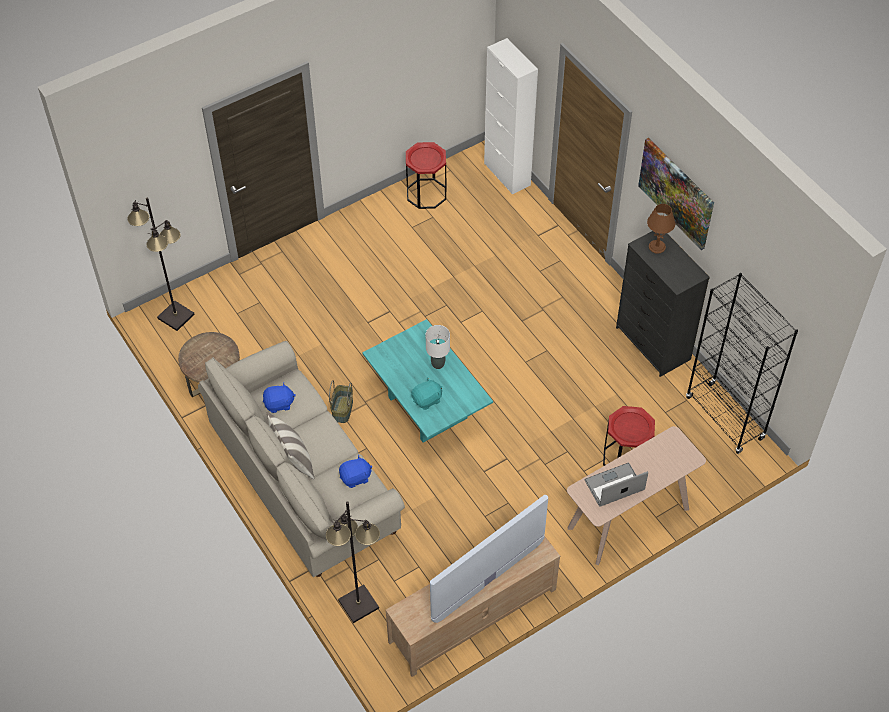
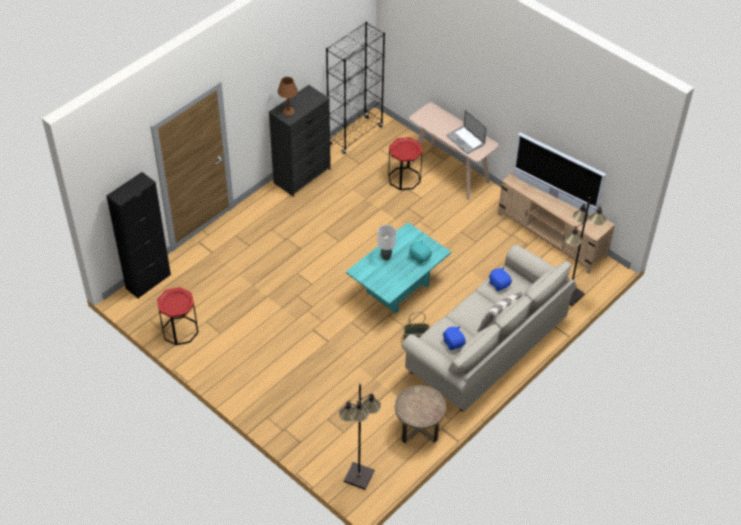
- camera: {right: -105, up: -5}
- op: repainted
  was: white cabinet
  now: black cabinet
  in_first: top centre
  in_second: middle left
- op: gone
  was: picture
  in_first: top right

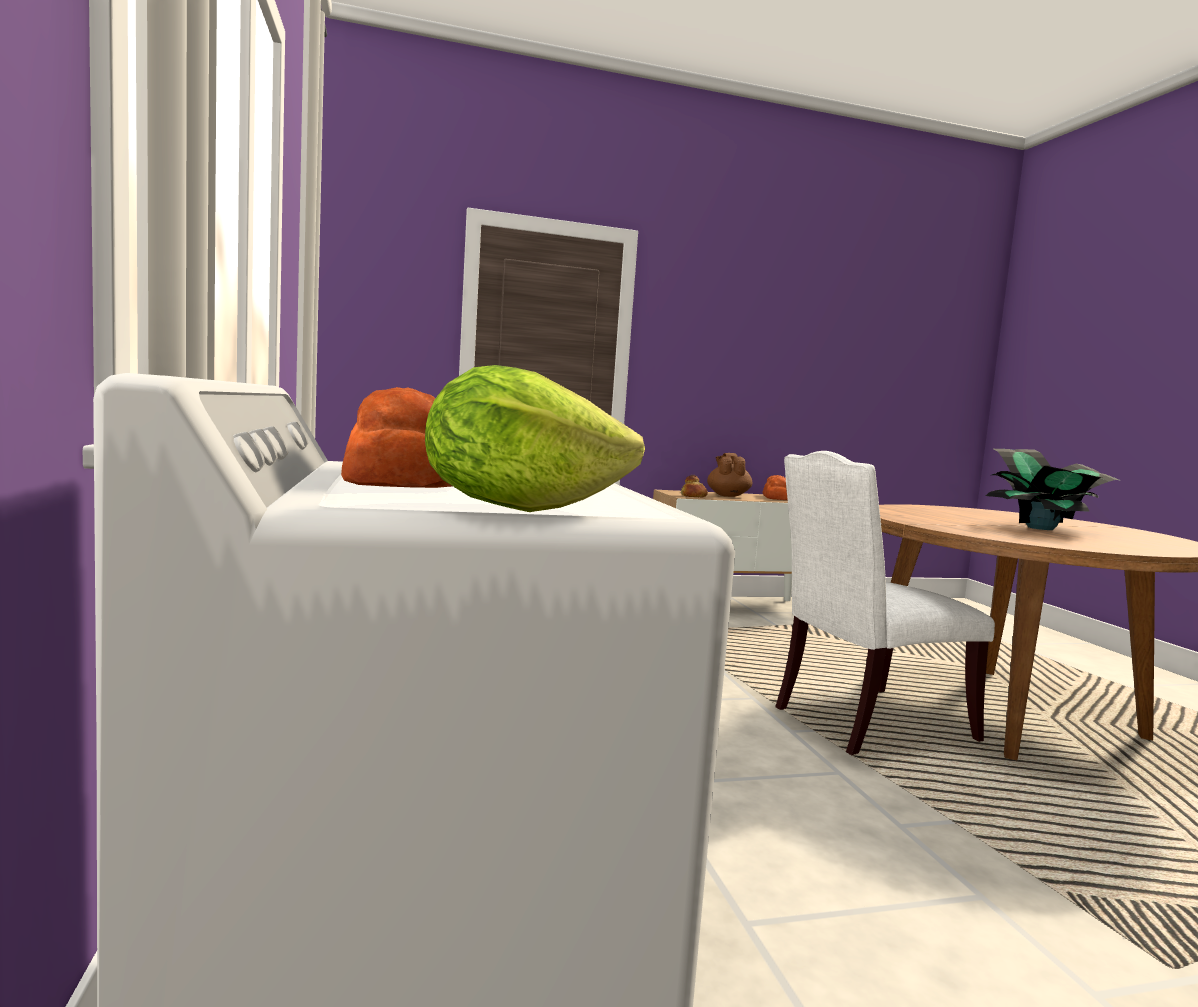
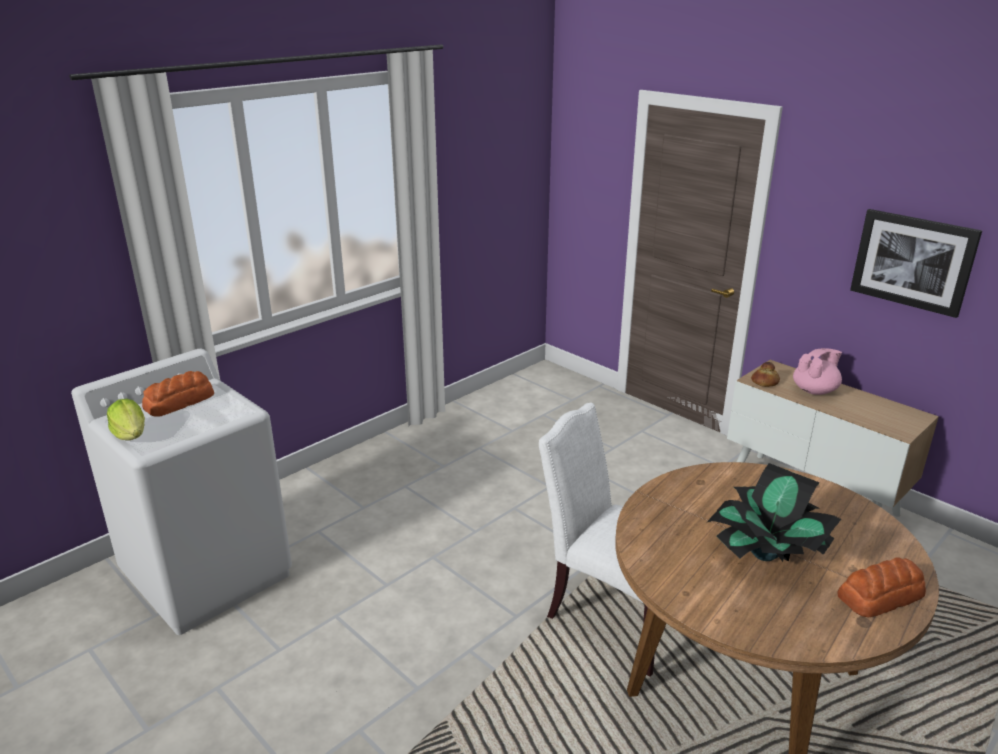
- camera: {right: 60, up: 20}
- op: repainted
  was: brown teapot
  now: pink teapot
  in_first: centre
  in_second: middle right
- op: shifted
  was: bread (no. 3 from left)
  in_first: centre
  in_second: bottom right
- op: new
  now: picture
  in_second: middle right

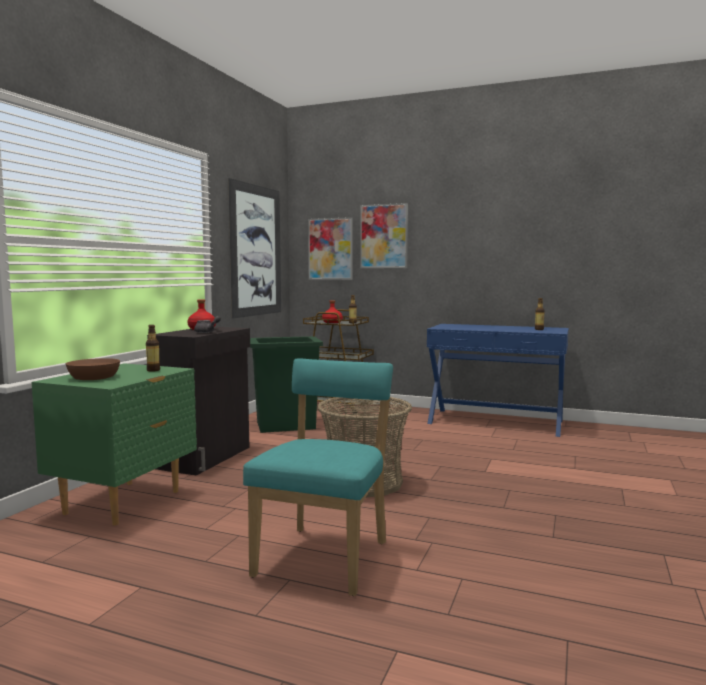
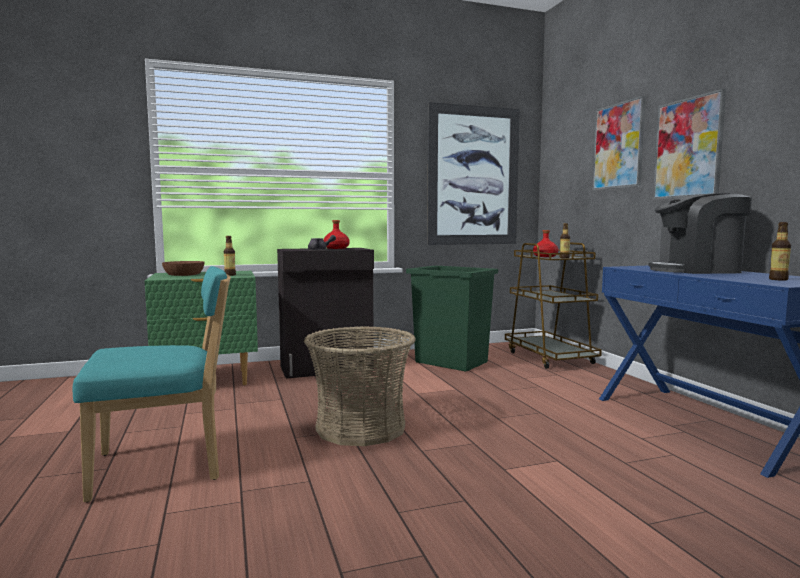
- camera: {right: 50, up: 0}
- op: new
  now: coffee machine
  in_second: middle right
- op: shifted
  was: picture (no. 2 from left in the first image)
  now: picture (no. 3 from left)
  in_first: centre
  in_second: top right

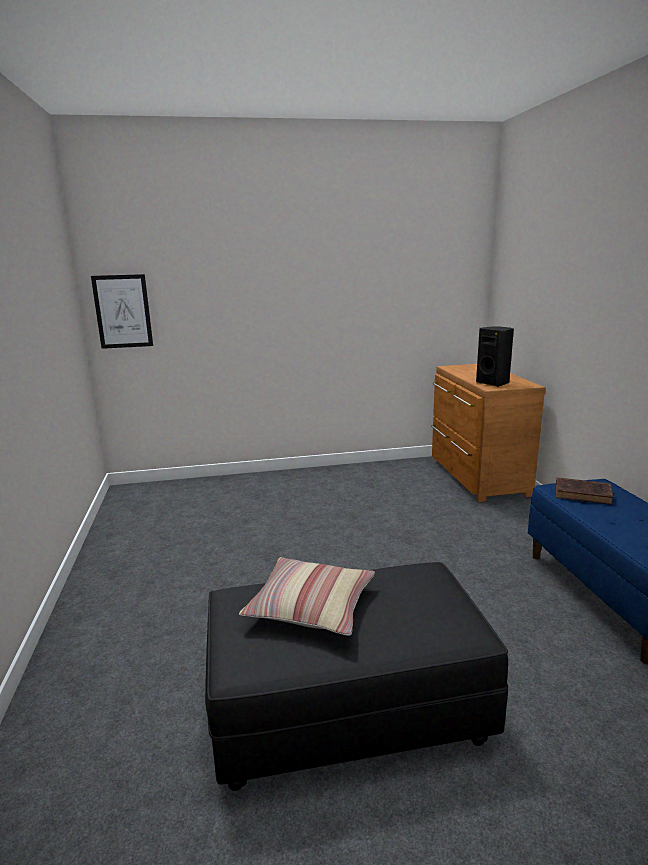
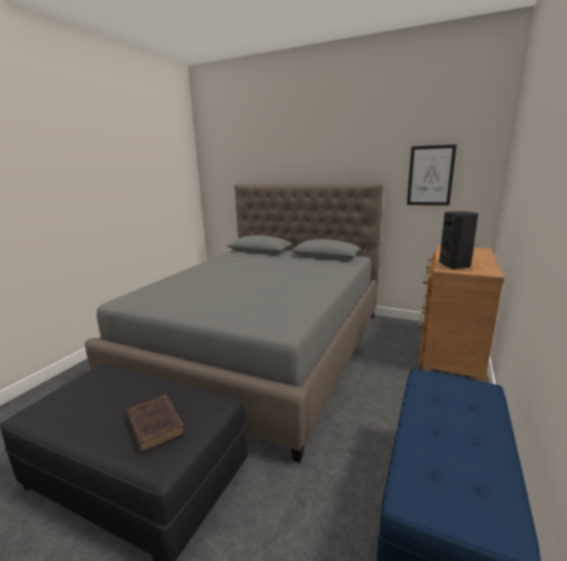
- camera: {right: 35, up: 0}
- op: new
  now: grey bed
  in_second: centre
- op: shifted
  was: brown book
  in_first: middle right
  in_second: bottom left
- op: shifted
  was: picture
  in_first: middle left
  in_second: top right
- op: gone
  was: pillow
  in_first: bottom centre

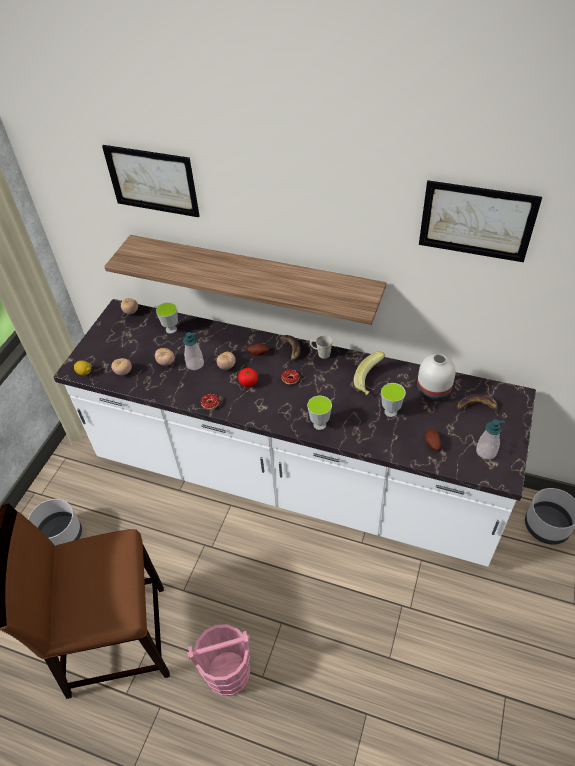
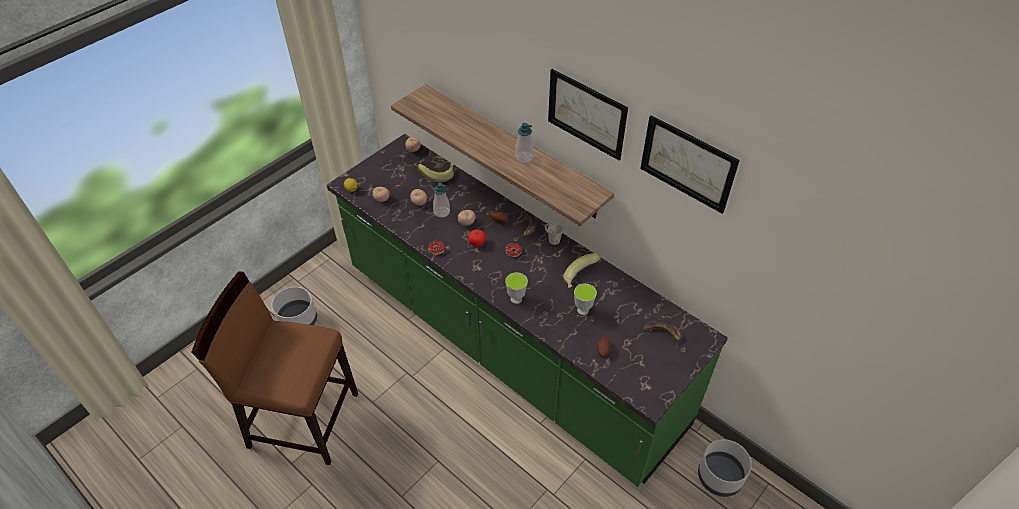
- camera: {right: 20, up: 0}
- op: repainted
  was: white counter
  now: green counter
  in_first: centre
  in_second: centre
- op: swapped
  was: cup (no. 1 from left)
  now: banana (no. 1 from left)
  in_first: middle left
  in_second: centre
- op: shifted
  was: soap dispenser (no. 2 from left)
  in_first: middle right
  in_second: top centre
- op: shifted
  was: picture (no. 1 from left)
  in_first: top left
  in_second: top centre
- op: gone
  was: pink bucket
  in_first: bottom centre
- op: gone
  was: white vase
  in_first: middle right

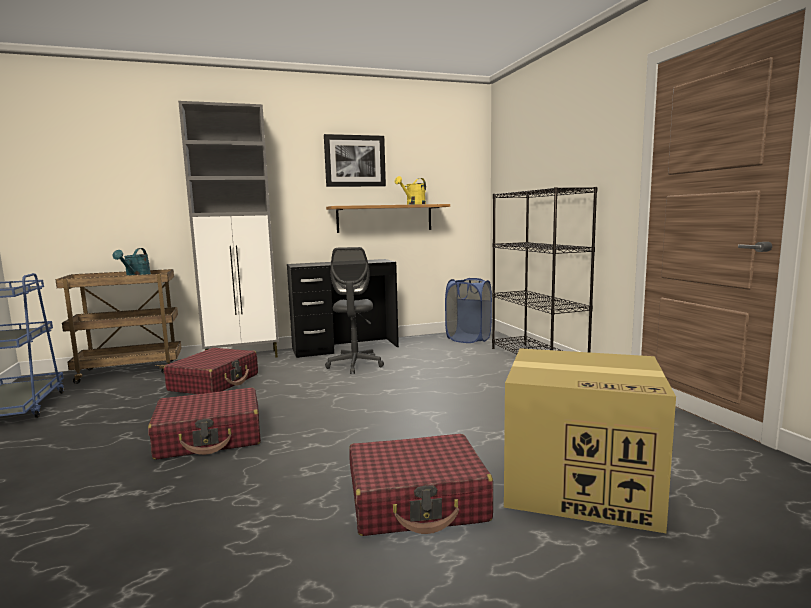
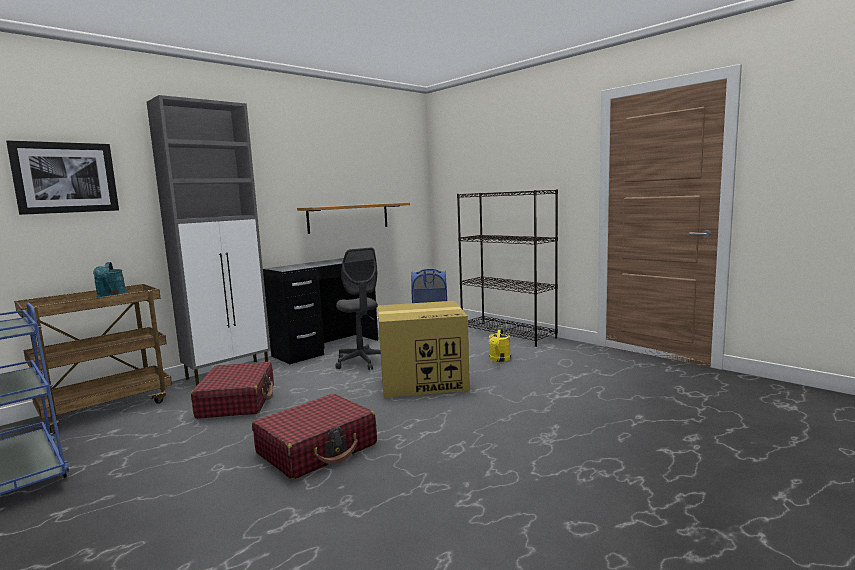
- camera: {right: -25, up: 0}
- op: shifted
  was: picture
  in_first: top centre
  in_second: top left
- op: shifted
  was: cardboard box
  in_first: bottom right
  in_second: centre
- op: shifted
  was: yellow watering can
  in_first: top centre
  in_second: centre
- op: gone
  was: red suitcase (no. 3 from left)
  in_first: bottom centre

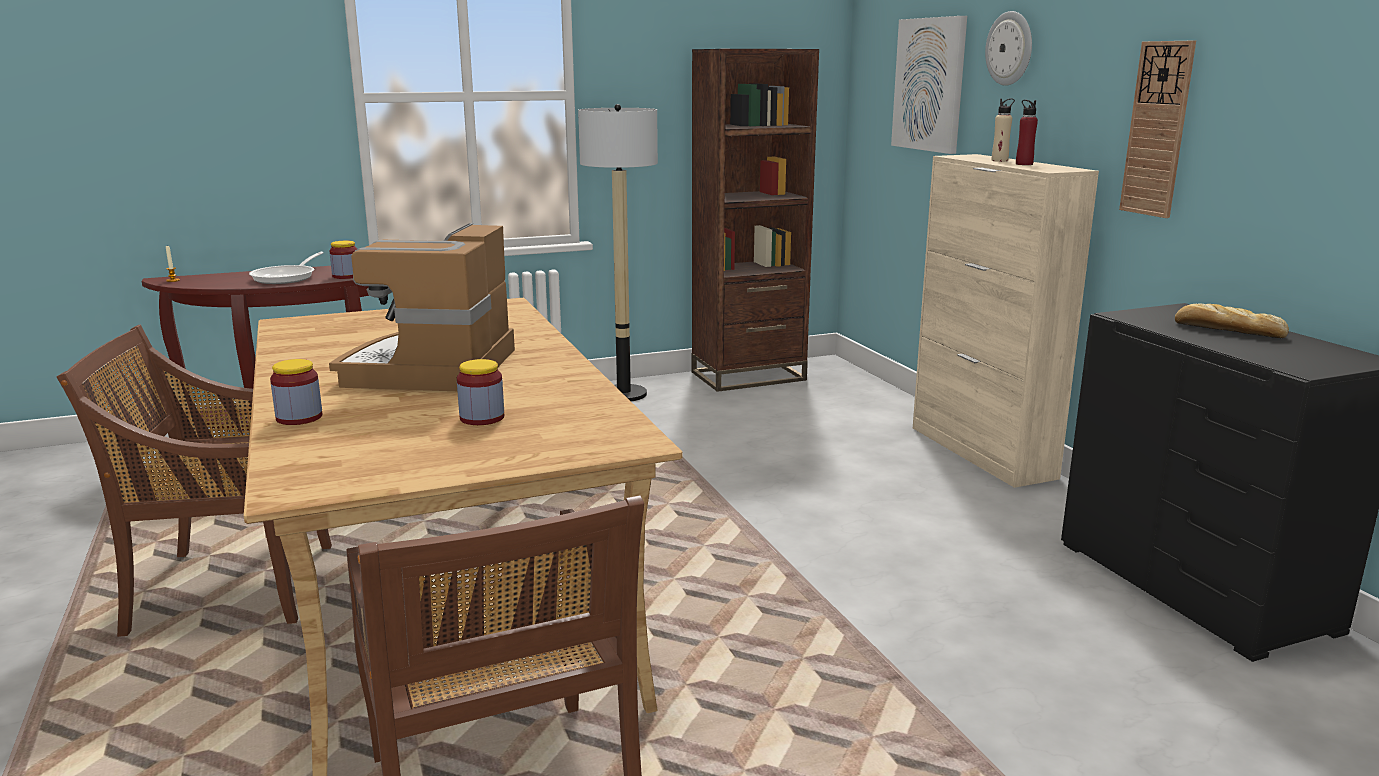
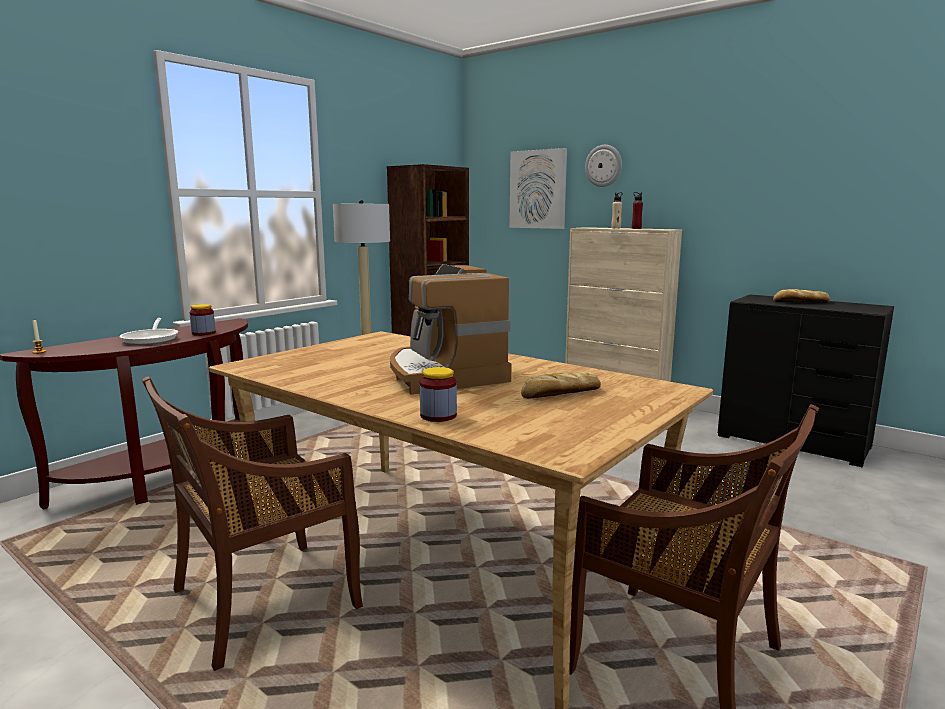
- camera: {right: -30, up: -5}
- op: swapped
  was: jar (no. 3 from left)
  now: bread (no. 1 from left)
  in_first: centre
  in_second: centre
- op: gone
  was: wall clock (no. 2 from left)
  in_first: top right

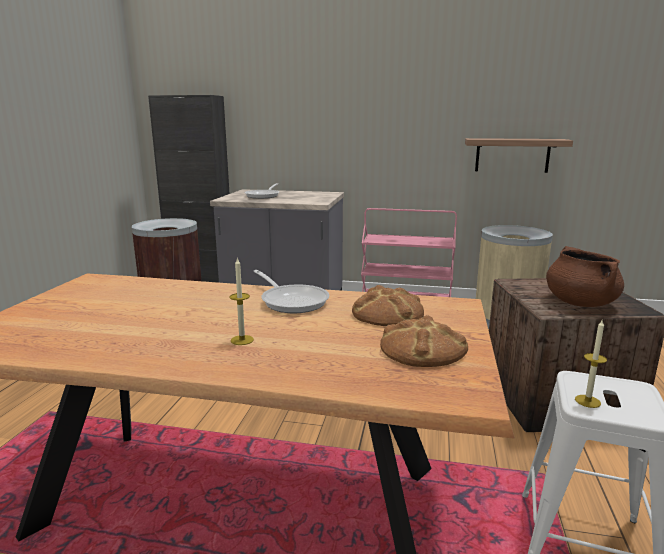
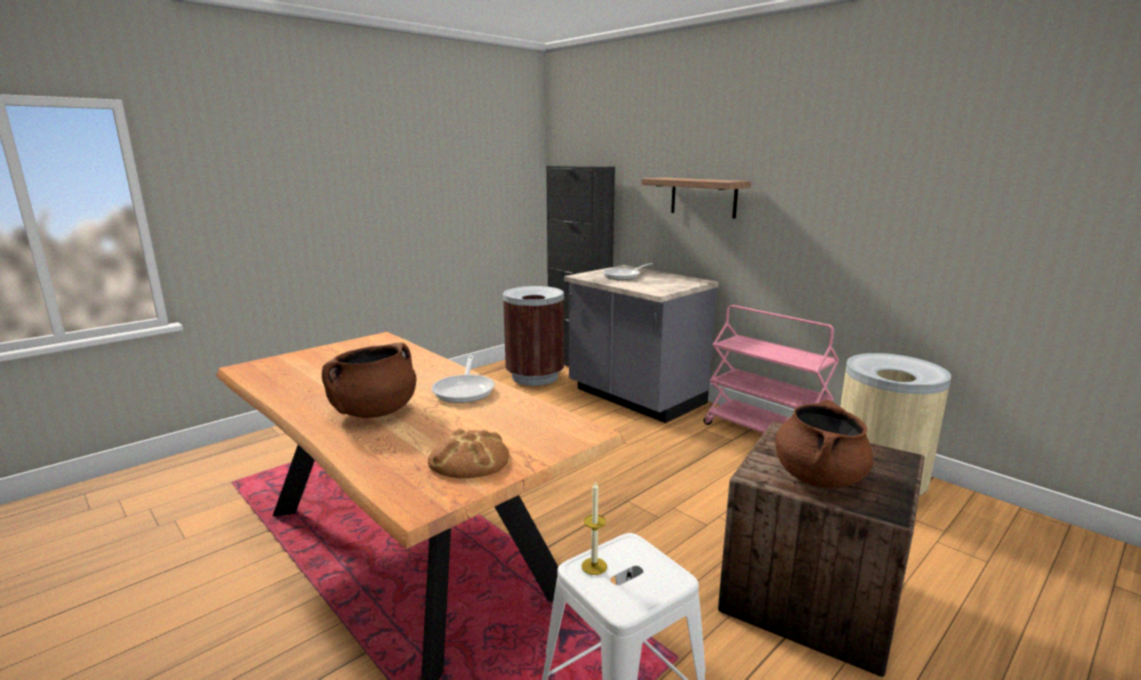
- camera: {right: 35, up: 0}
- op: swapped
  was: candle (no. 1 from left)
  now: brown cooking pot (no. 1 from left)
  in_first: centre
  in_second: middle left
- op: shifted
  was: shelf
  in_first: top right
  in_second: top centre
- op: gone
  was: bread (no. 1 from left)
  in_first: centre

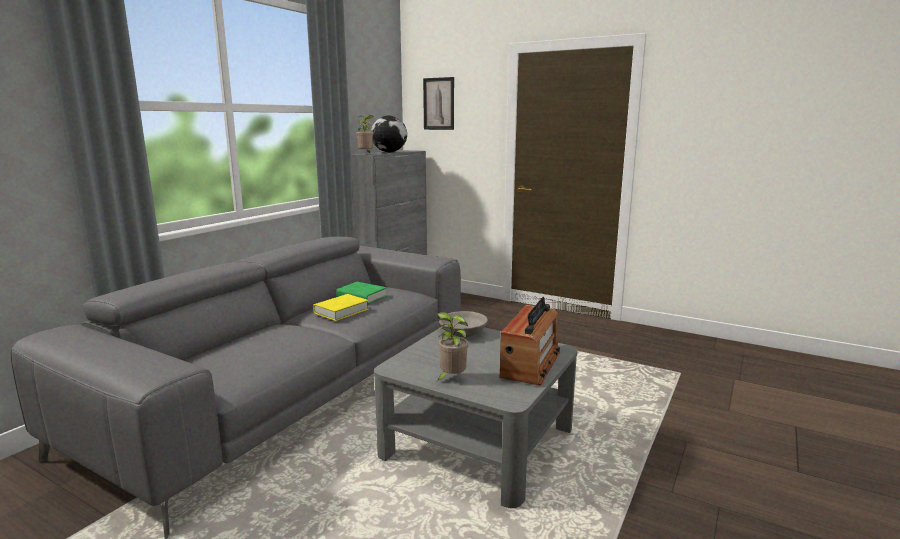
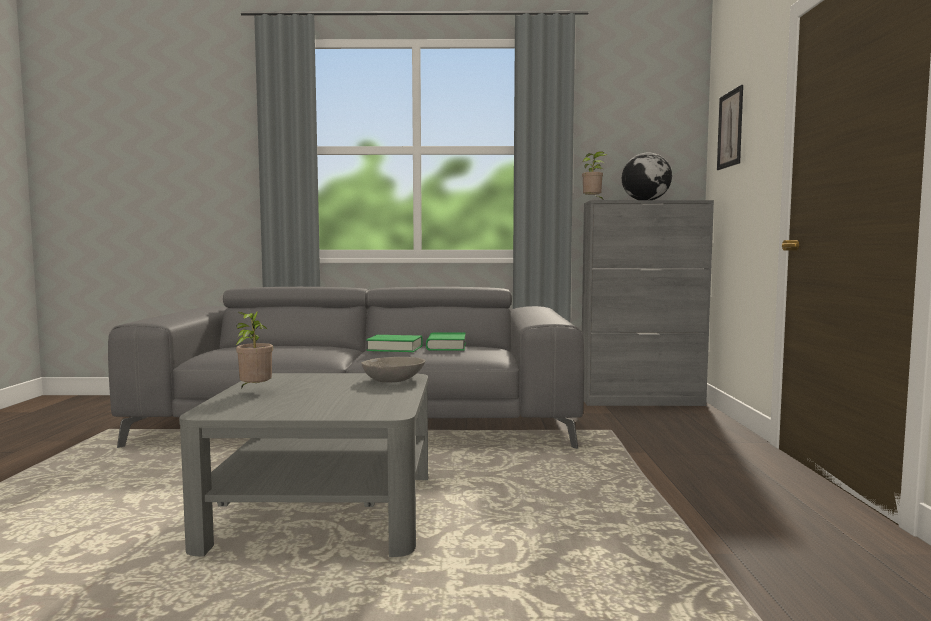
- camera: {right: 60, up: -10}
- op: repainted
  was: yellow book
  now: green book (no. 1 from left)
  in_first: centre
  in_second: centre
- op: gone
  was: radio
  in_first: centre

